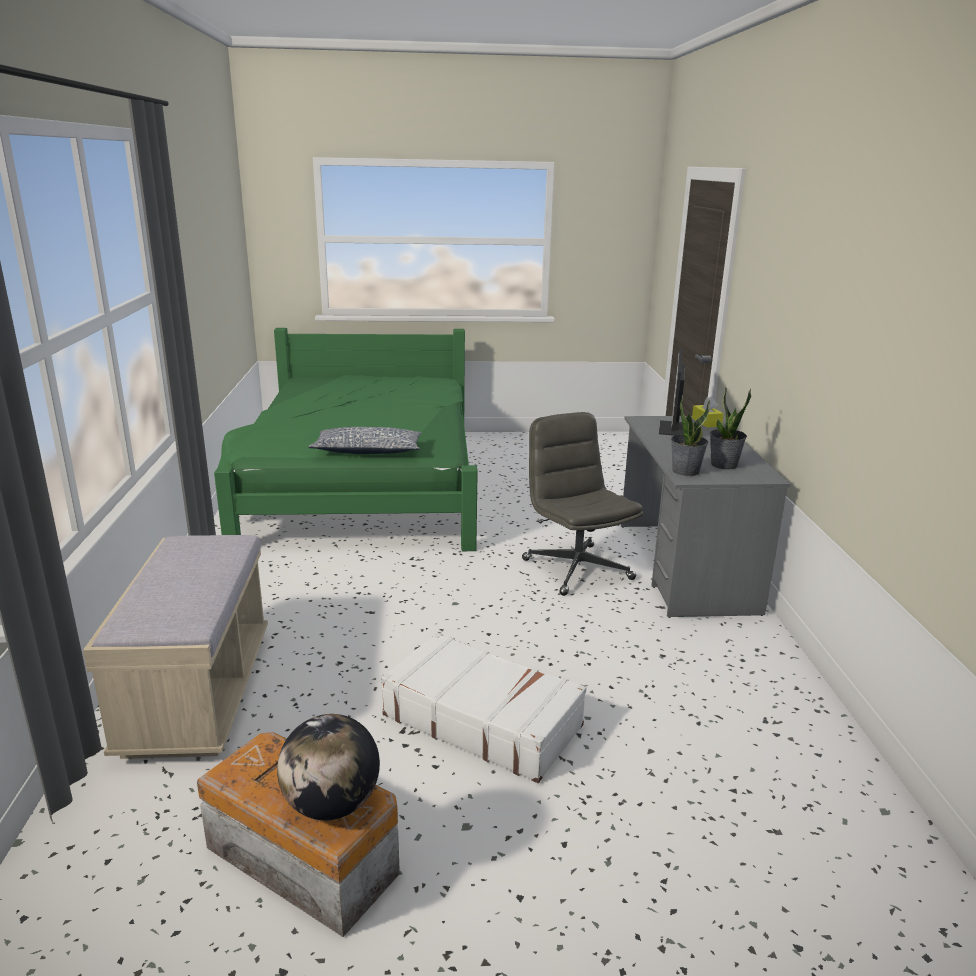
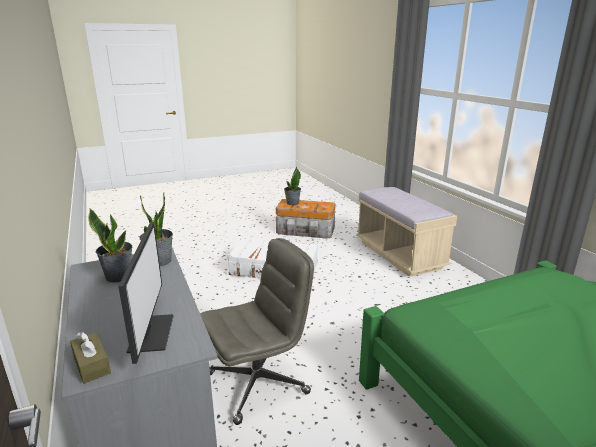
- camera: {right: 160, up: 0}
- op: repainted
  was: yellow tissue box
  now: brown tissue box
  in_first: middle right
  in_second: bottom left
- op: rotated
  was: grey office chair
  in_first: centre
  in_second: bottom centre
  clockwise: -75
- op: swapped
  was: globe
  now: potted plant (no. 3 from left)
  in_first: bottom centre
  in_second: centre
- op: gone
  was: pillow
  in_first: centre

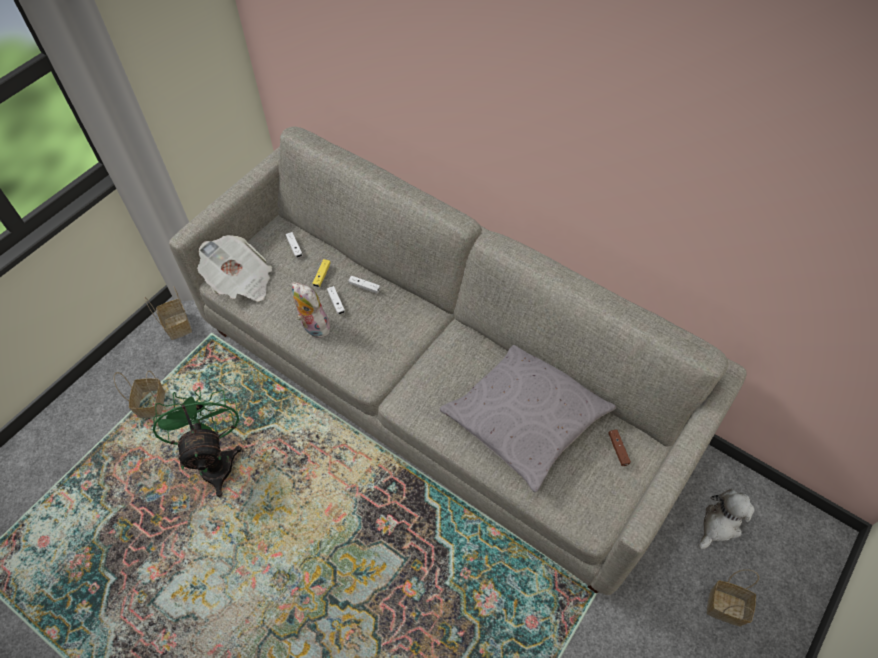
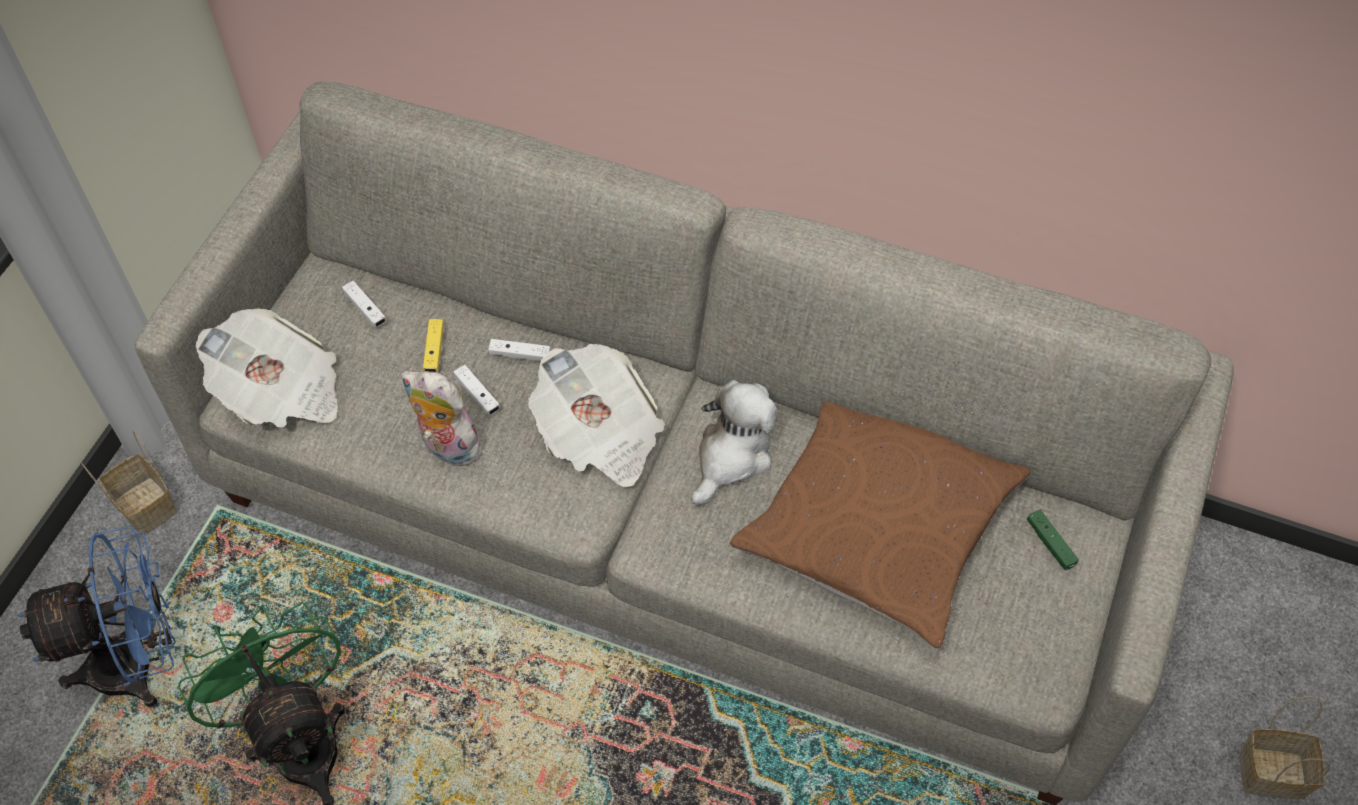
- camera: {right: -15, up: 0}
- op: swapped
  was: basket (no. 1 from left)
  now: blue fan
  in_first: middle left
  in_second: bottom left
- op: new
  now: newspaper (no. 2 from left)
  in_second: centre
- op: shifted
  was: plush toy (no. 2 from left)
  in_first: bottom right
  in_second: centre
- op: repainted
  was: grey pillow
  now: brown pillow
  in_first: centre
  in_second: centre
- op: repainted
  was: brown game controller
  now: green game controller
  in_first: bottom right
  in_second: bottom right

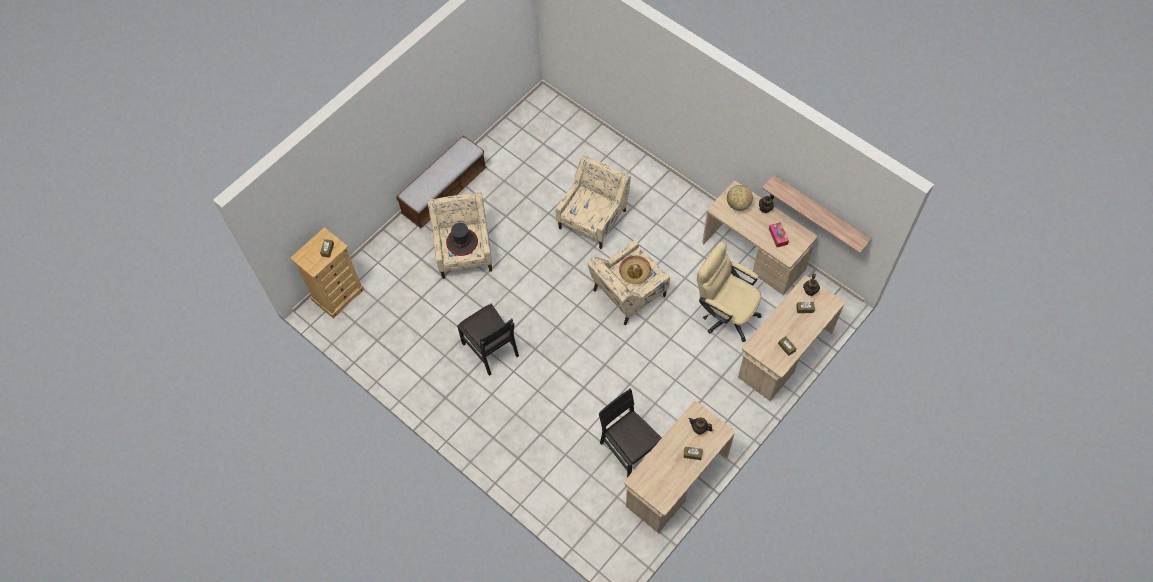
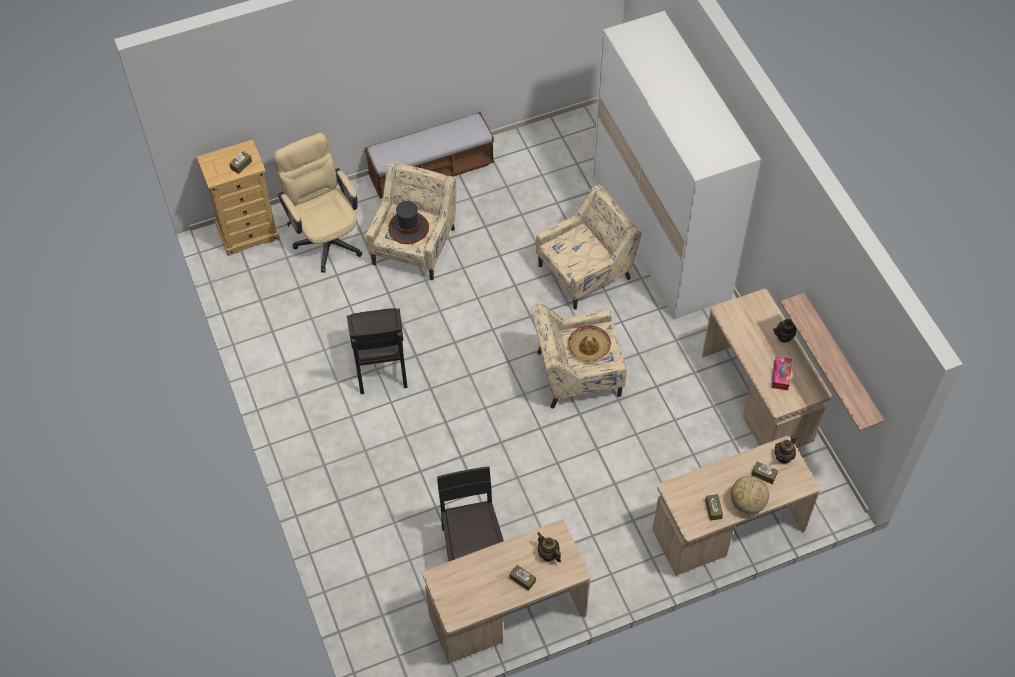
- camera: {right: 25, up: -5}
- op: shifted
  was: beige office chair
  in_first: centre
  in_second: top left
- op: new
  now: white wardrobe
  in_second: top right
- op: shifted
  was: globe
  in_first: centre
  in_second: bottom right

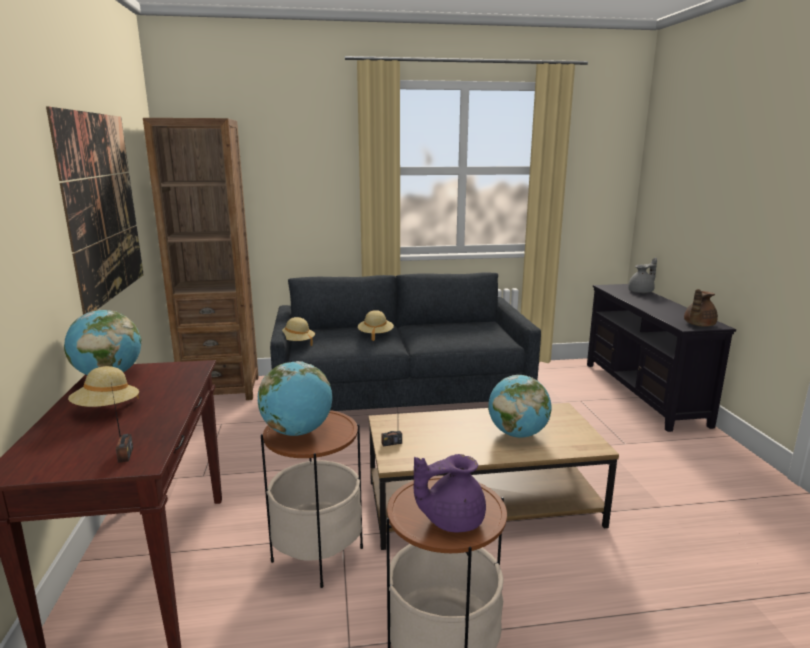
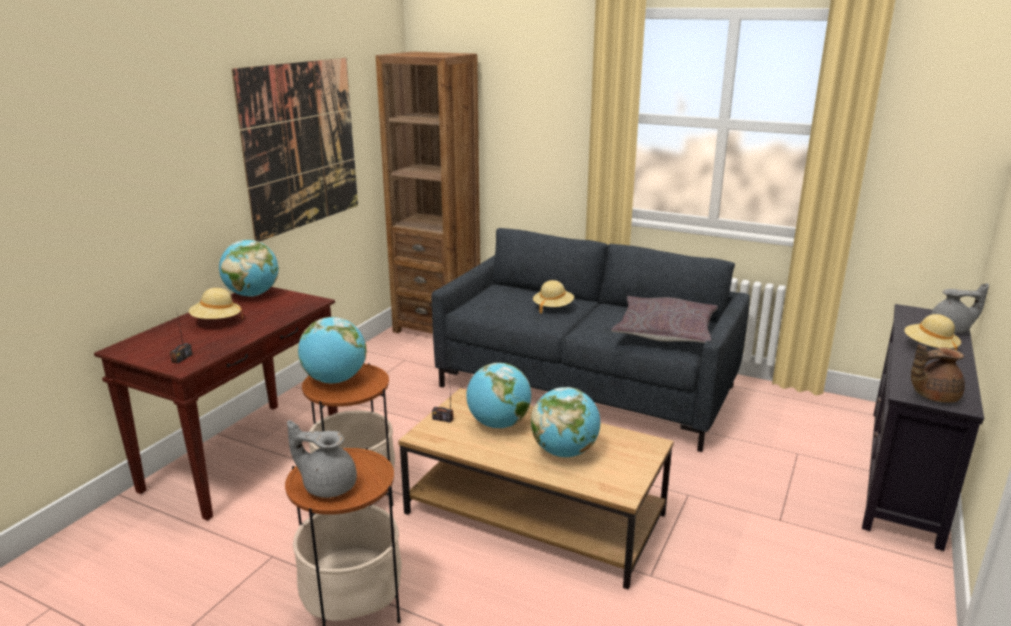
- camera: {right: 35, up: 5}
- op: repainted
  was: purple teapot
  now: grey teapot (no. 1 from left)
  in_first: bottom centre
  in_second: bottom left
- op: new
  now: globe (no. 3 from left)
  in_second: centre
- op: new
  now: grey pillow
  in_second: centre
- op: shifted
  was: beige hat (no. 2 from left in the first image)
  now: beige hat (no. 3 from left)
  in_first: centre
  in_second: middle right

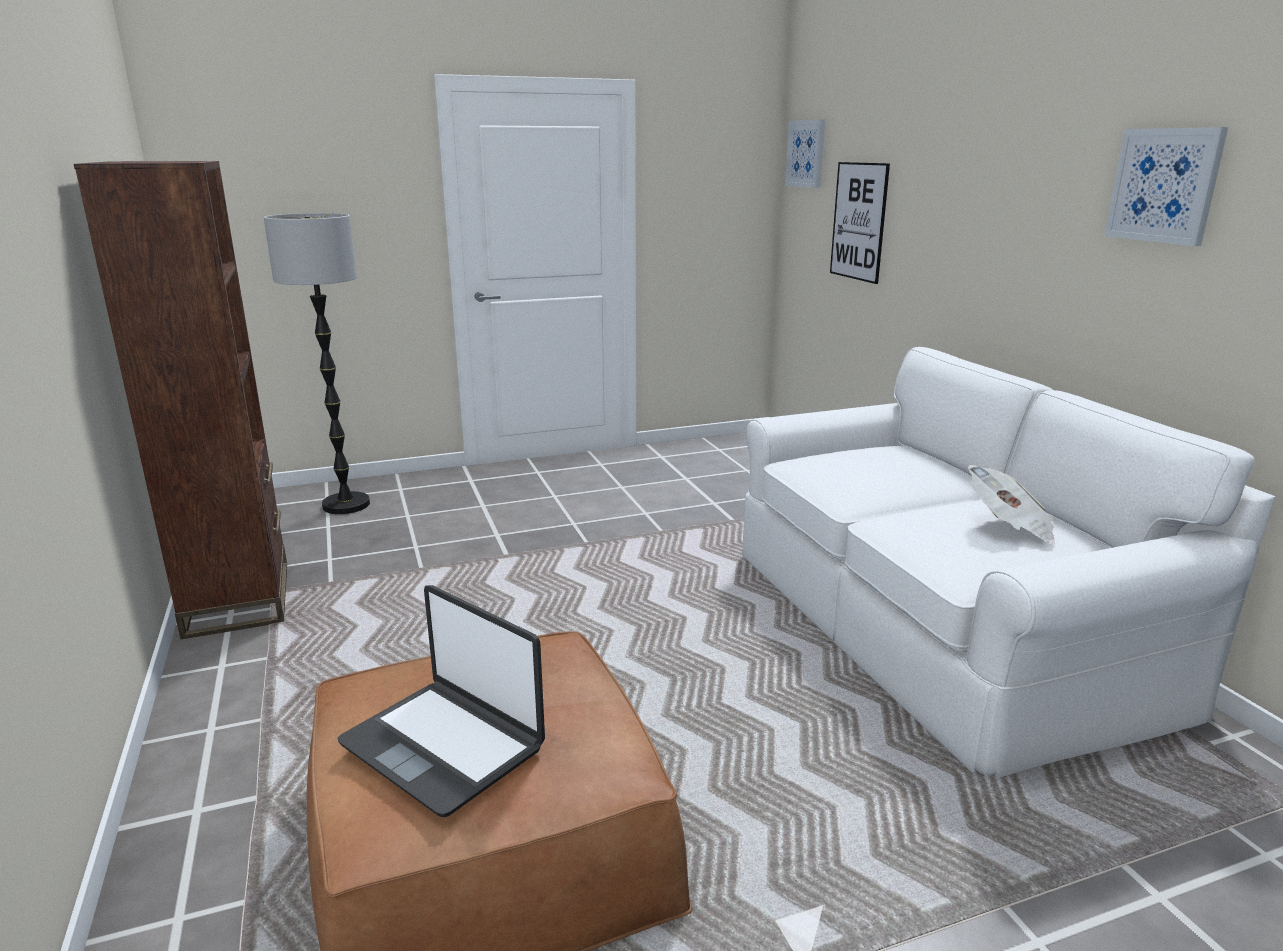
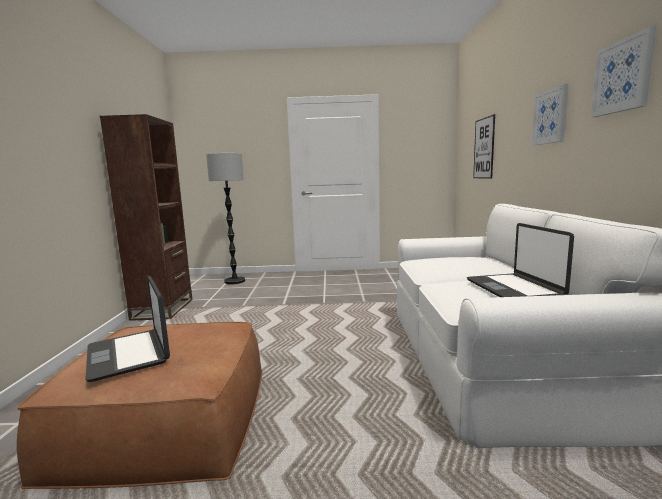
- camera: {right: 20, up: -10}
- op: swapped
  was: newspaper
  now: laptop (no. 2 from left)
  in_first: middle right
  in_second: middle right
- op: shifted
  was: picture (no. 1 from left in the first image)
  now: picture (no. 2 from left)
  in_first: top centre
  in_second: top right

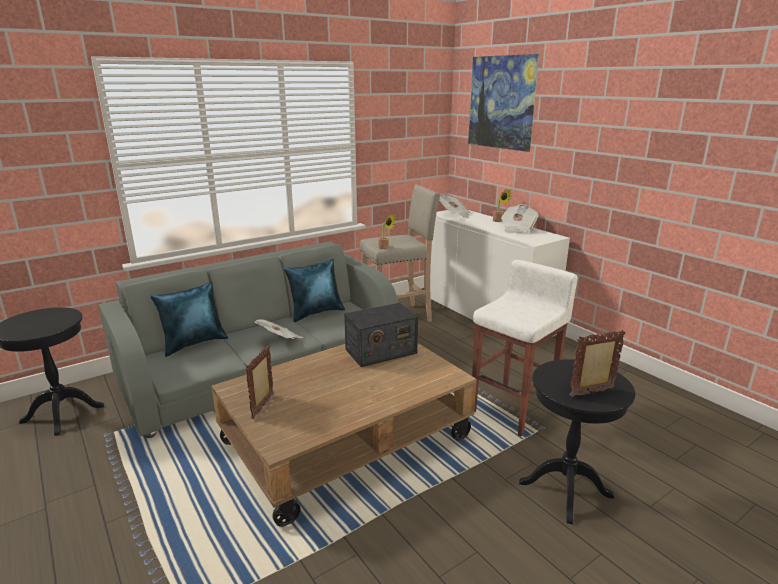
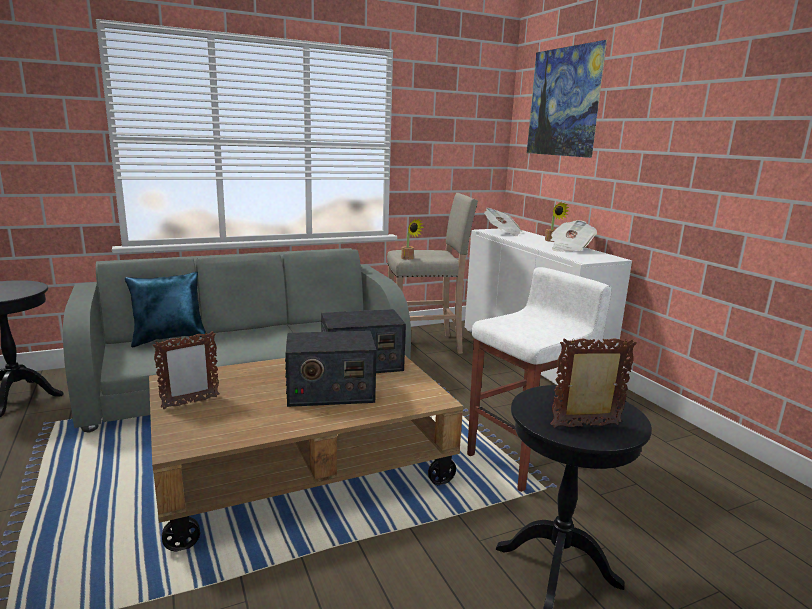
- camera: {right: 10, up: -5}
- op: rotated
  was: picture frame (no. 1 from left)
  in_first: middle left
  in_second: middle left
  clockwise: -150
- op: new
  now: radio (no. 1 from left)
  in_second: centre
- op: gone
  was: newspaper (no. 1 from left)
  in_first: centre
- op: gone
  was: blue pillow (no. 2 from left)
  in_first: centre

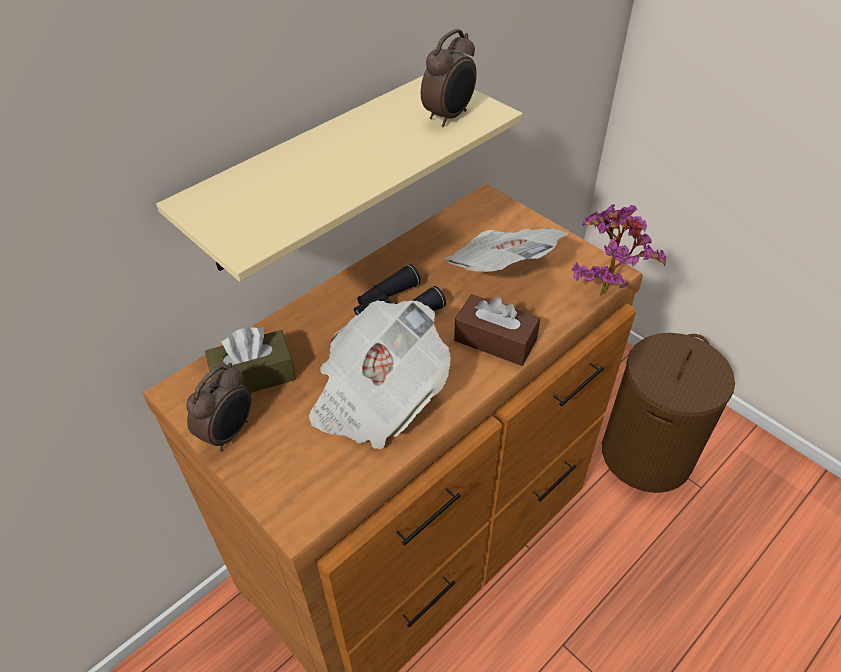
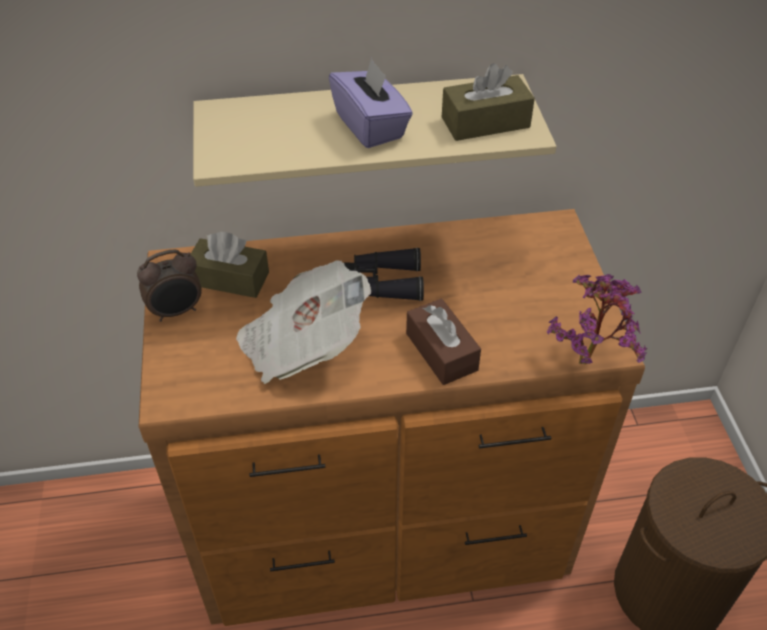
- camera: {right: 35, up: 0}
- op: new
  now: purple tissue box
  in_second: top centre
- op: swapped
  was: alarm clock (no. 2 from left)
  now: brown tissue box (no. 3 from left)
  in_first: top centre
  in_second: top centre
- op: gone
  was: newspaper (no. 2 from left)
  in_first: centre

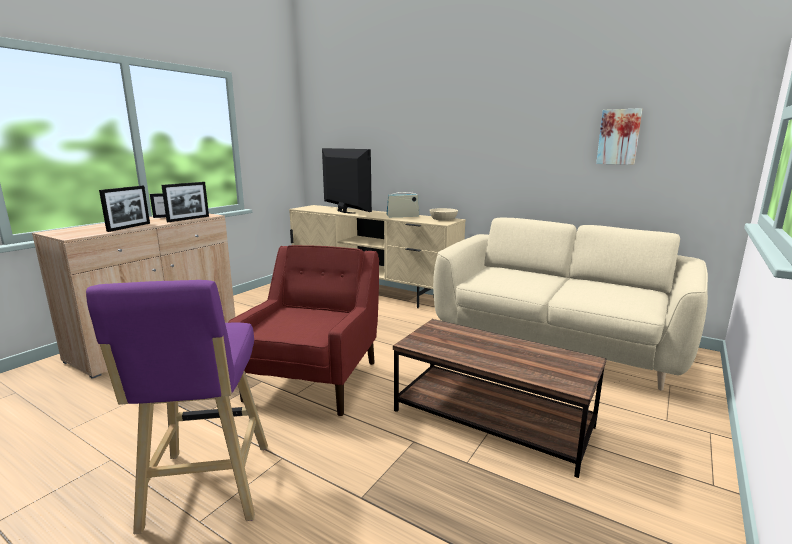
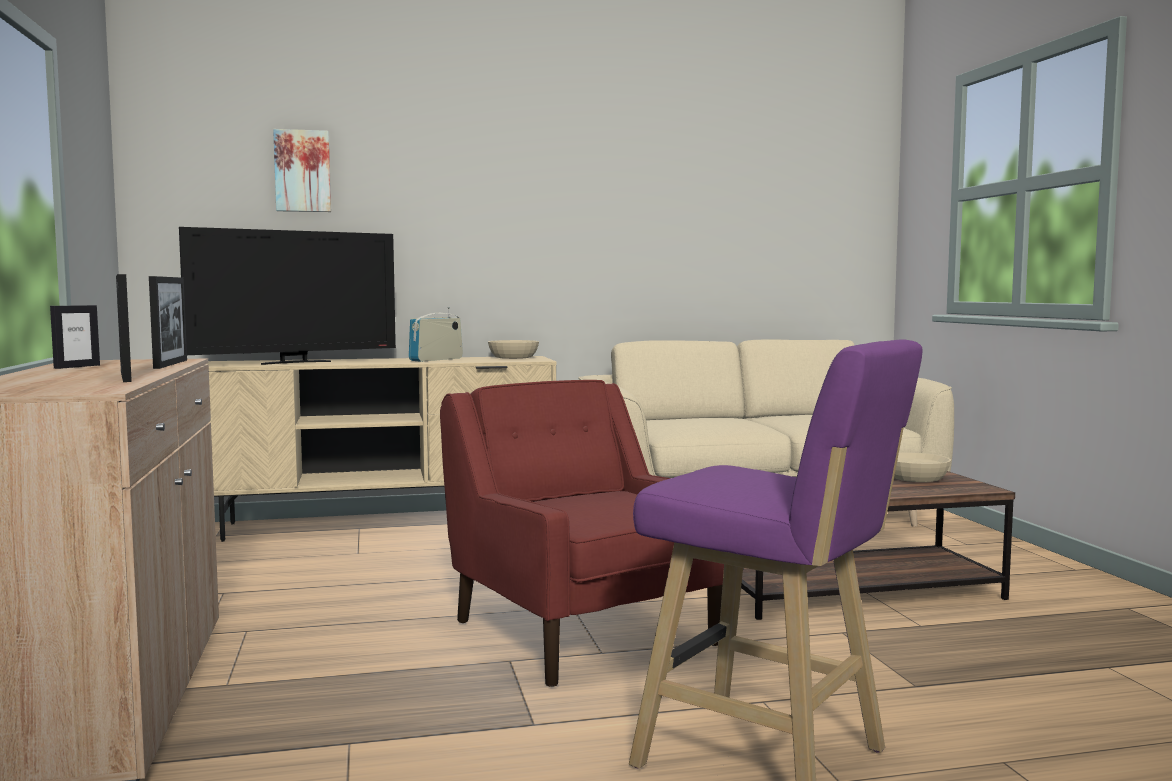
- camera: {right: -45, up: -10}
- op: rotated
  was: television
  in_first: top centre
  in_second: middle left
  clockwise: 135
- op: shifted
  was: picture
  in_first: top right
  in_second: top left
- op: new
  now: beige bowl (no. 2 from left)
  in_second: middle right

